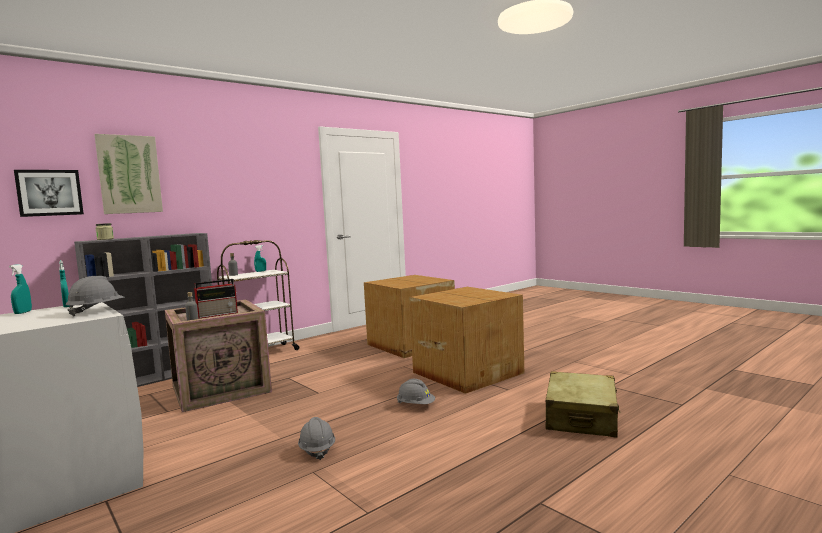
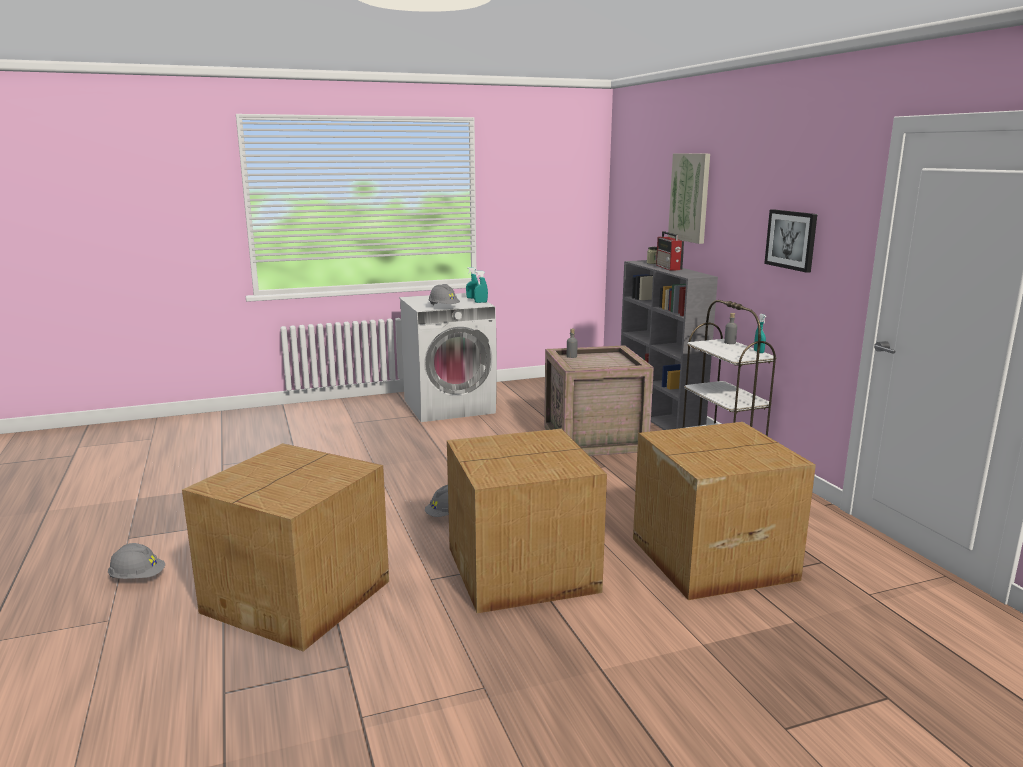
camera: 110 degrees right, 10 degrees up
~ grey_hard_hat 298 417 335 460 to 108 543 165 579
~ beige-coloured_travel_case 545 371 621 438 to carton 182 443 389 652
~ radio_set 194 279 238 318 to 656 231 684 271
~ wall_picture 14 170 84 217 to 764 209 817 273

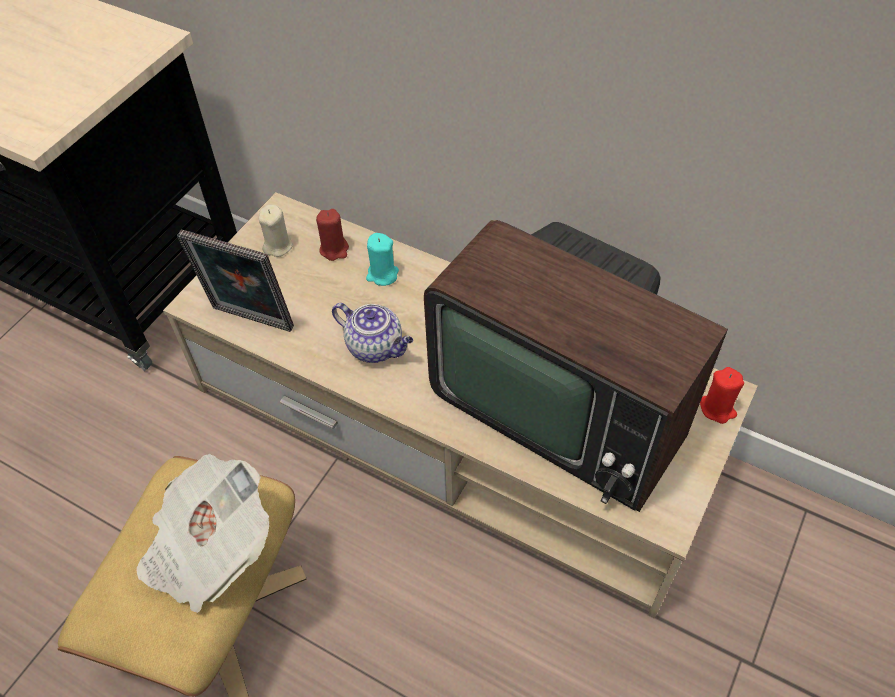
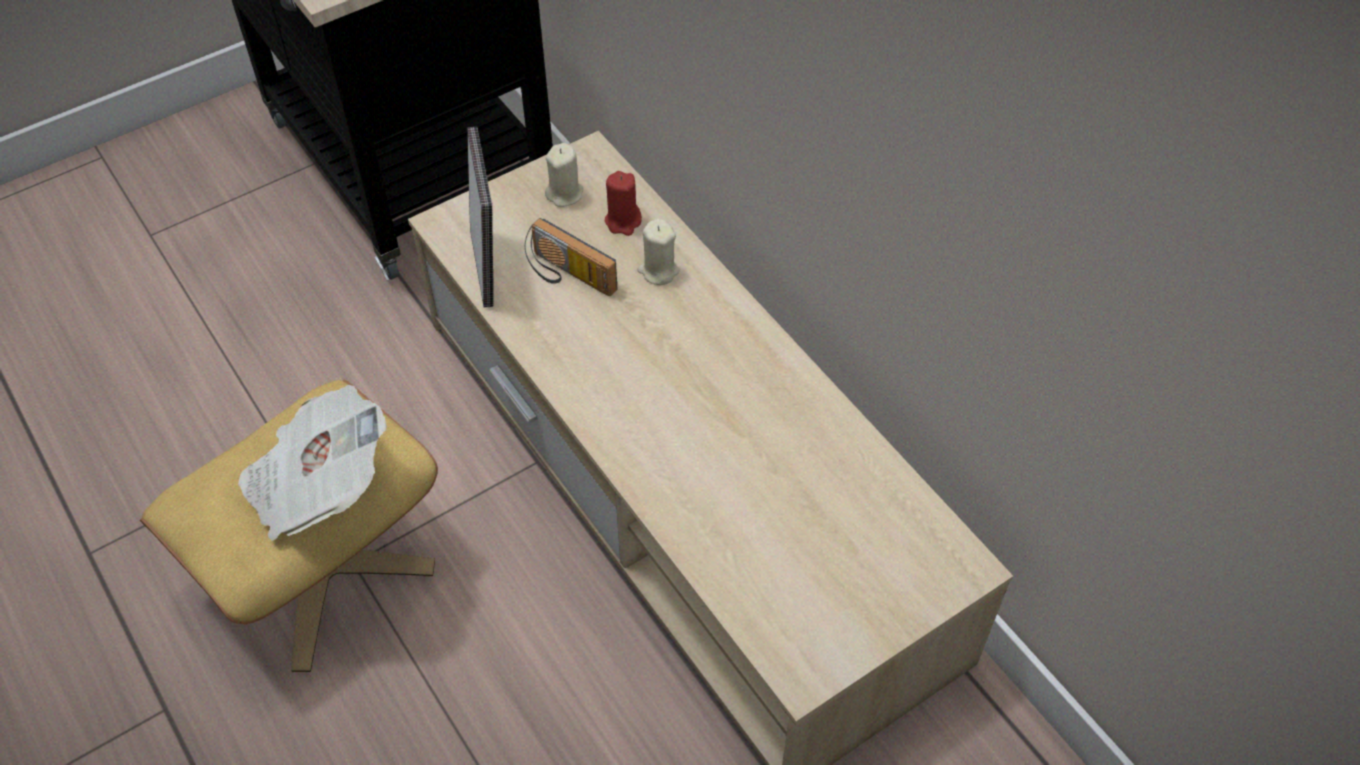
camera: 25 degrees right, 0 degrees up
~ picture_frame 177 230 294 332 = 467 127 493 308 150 degrees counterclockwise
+ radio_set 525 218 617 296
~ turquoise_wax_candle 366 233 399 286 to beige-coloured_wax_candle 637 219 680 285
- tea_pot 332 303 413 363
- TV 424 220 728 512
- reddish_wax_candle 700 367 744 424

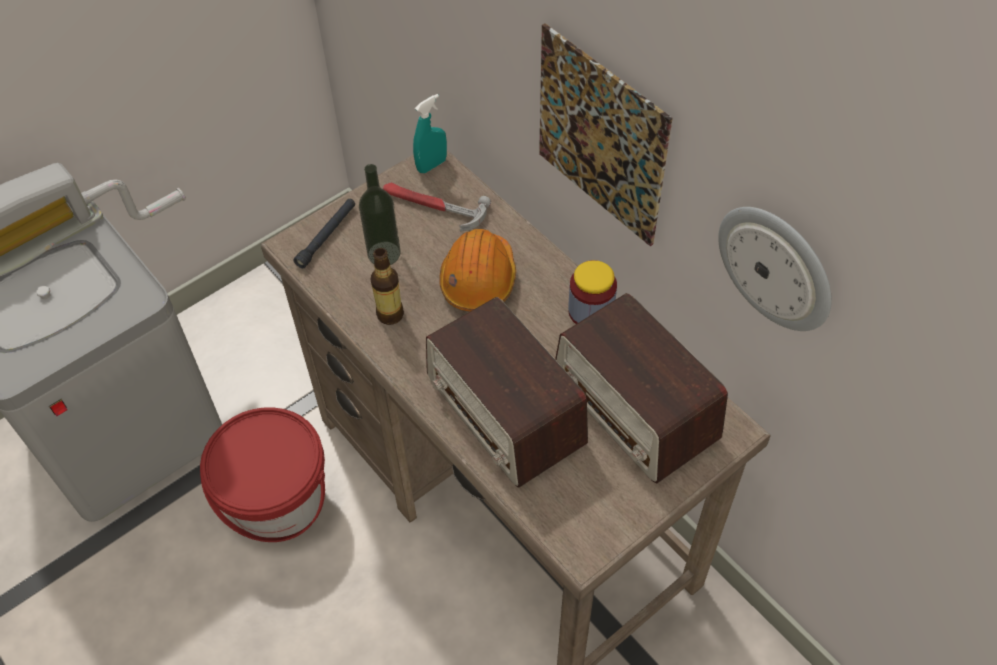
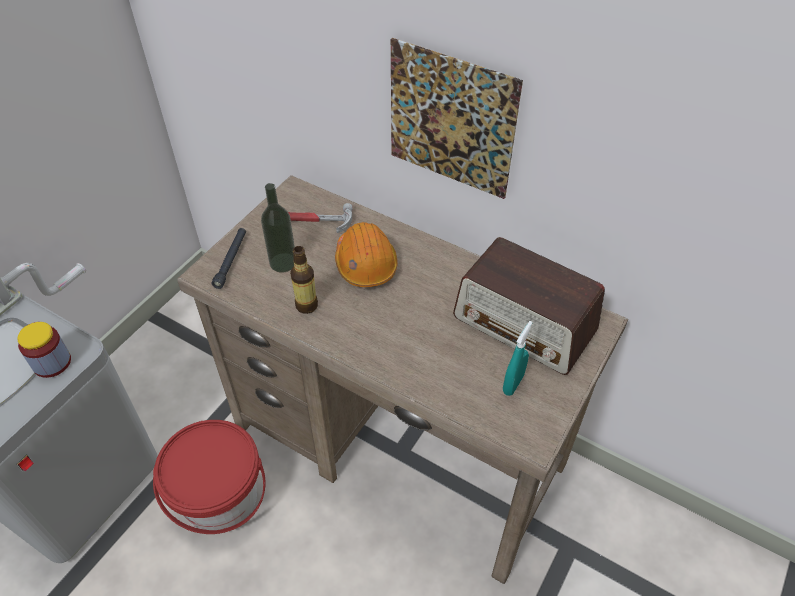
camera: 20 degrees left, 5 degrees down
~ jar 568 260 617 324 to 17 322 71 378
~ turquoise_hand_sprayer 413 94 447 173 to 503 321 533 396
- radio_set 426 297 588 488
- clock_on_the_wall 718 207 832 331

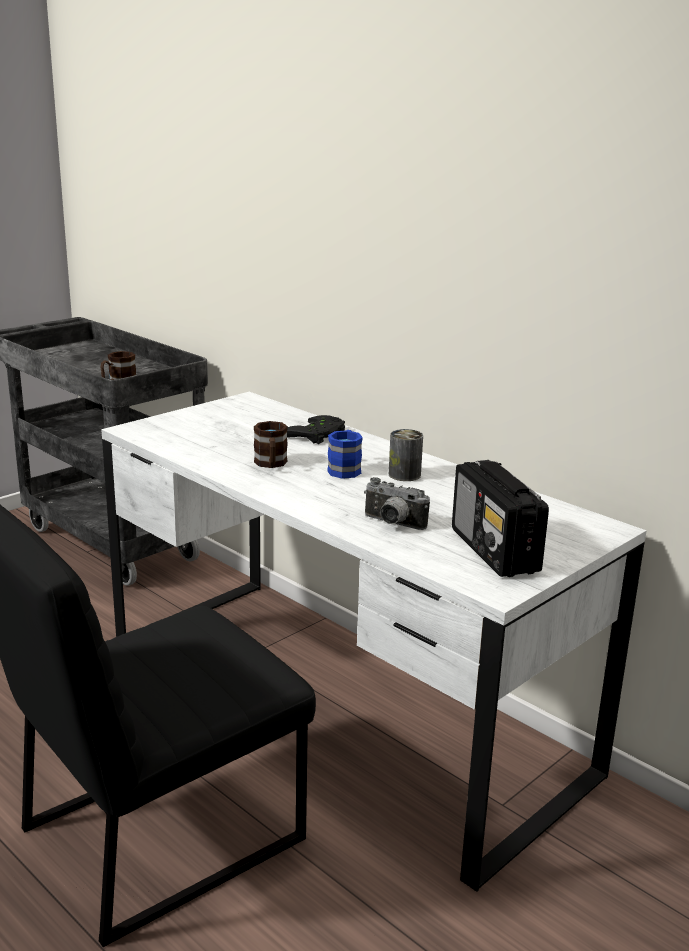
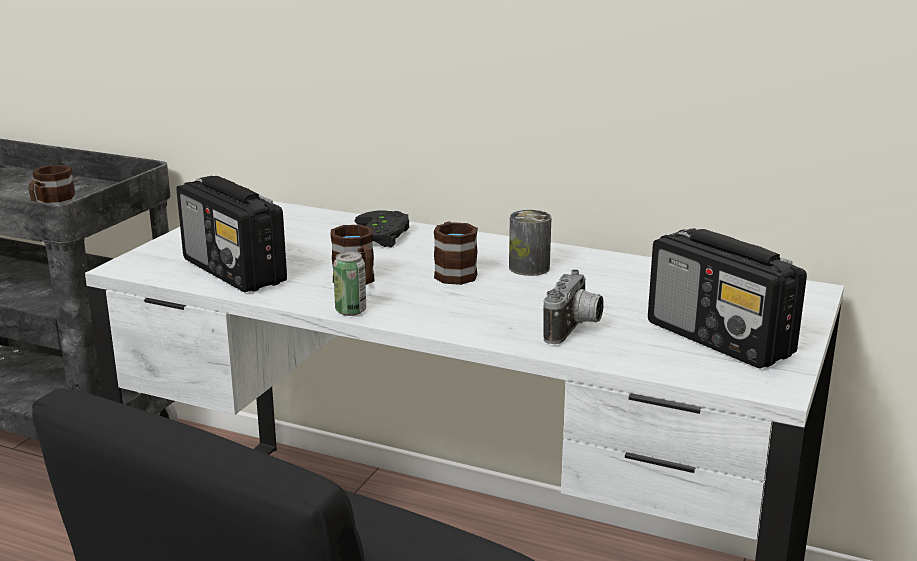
camera: 20 degrees left, 0 degrees up
+ radio_set 176 176 287 292
+ metal_can 333 252 366 316
~ blue_coffee_mug 327 430 363 479 to brownish_coffee_mug 434 222 478 285
~ still_camera 364 477 430 530 = 543 269 604 344 75 degrees counterclockwise

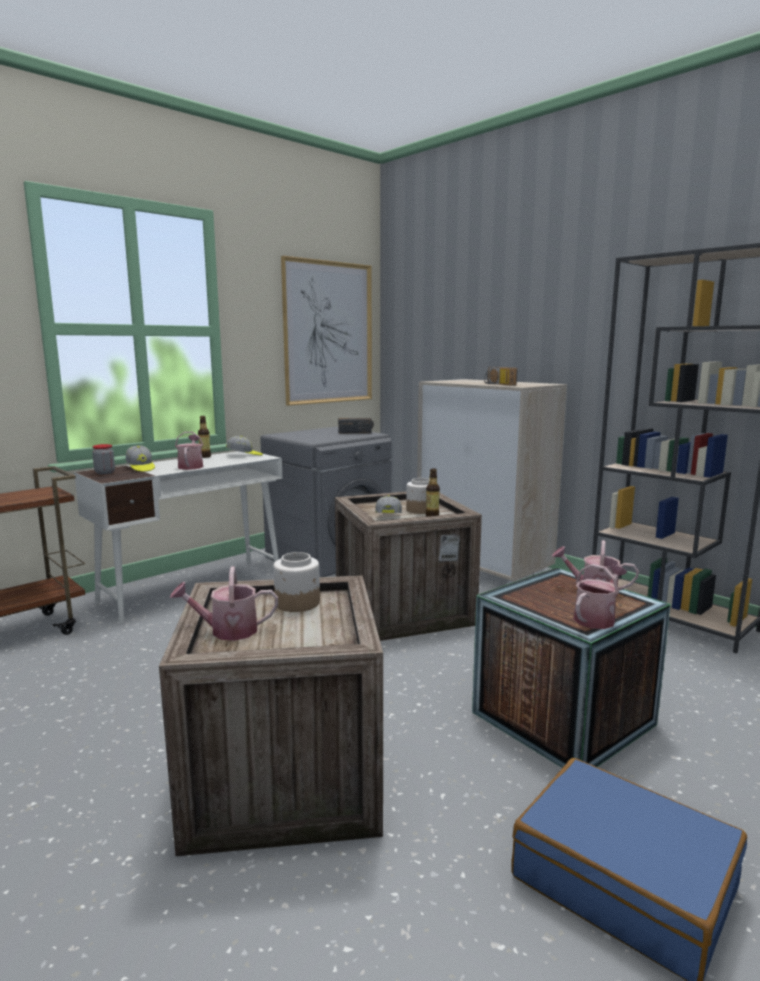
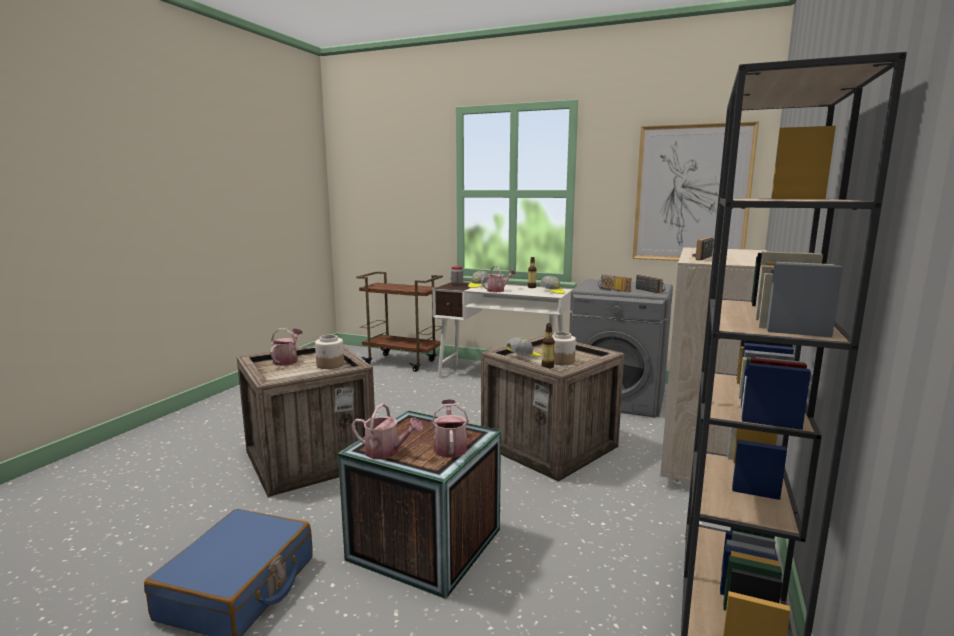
camera: 65 degrees right, 0 degrees up
~ watering_pot 170 566 278 641 = 270 328 303 366 45 degrees clockwise
+ radio_set 598 274 631 292

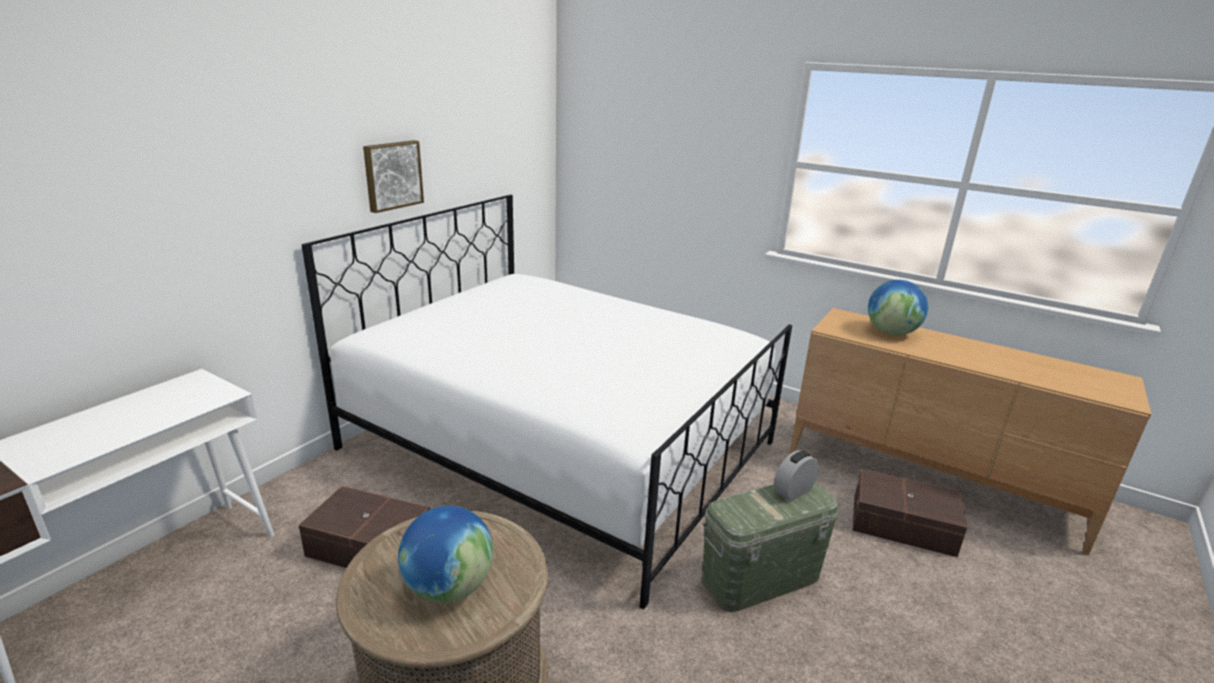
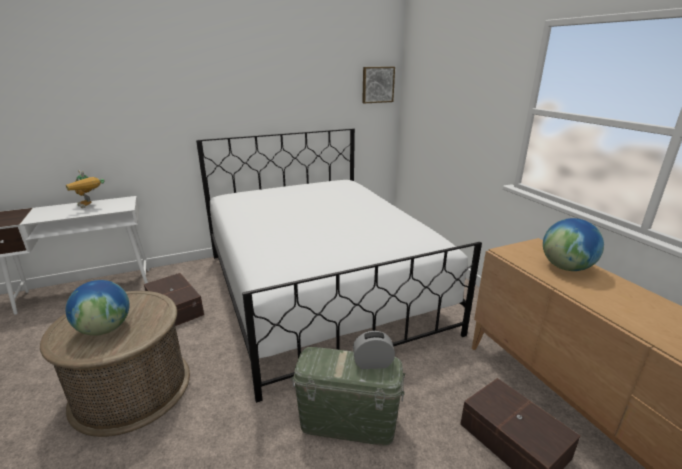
camera: 35 degrees right, 0 degrees up
+ robot_figure 66 170 104 208
~ wall_picture 363 140 424 213 to 362 67 395 103

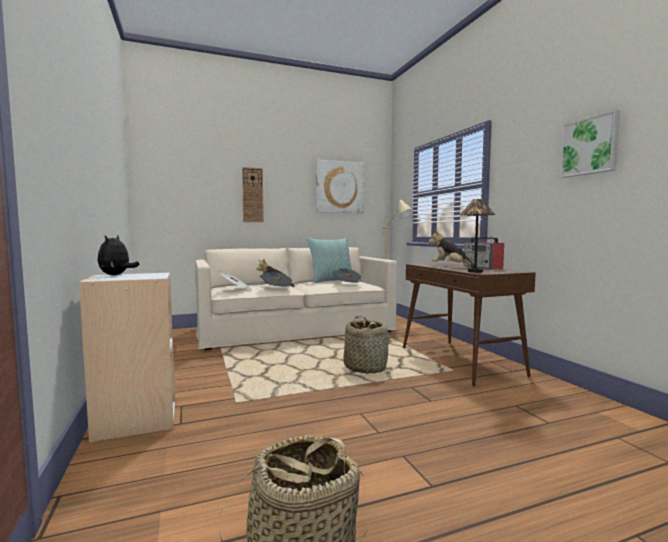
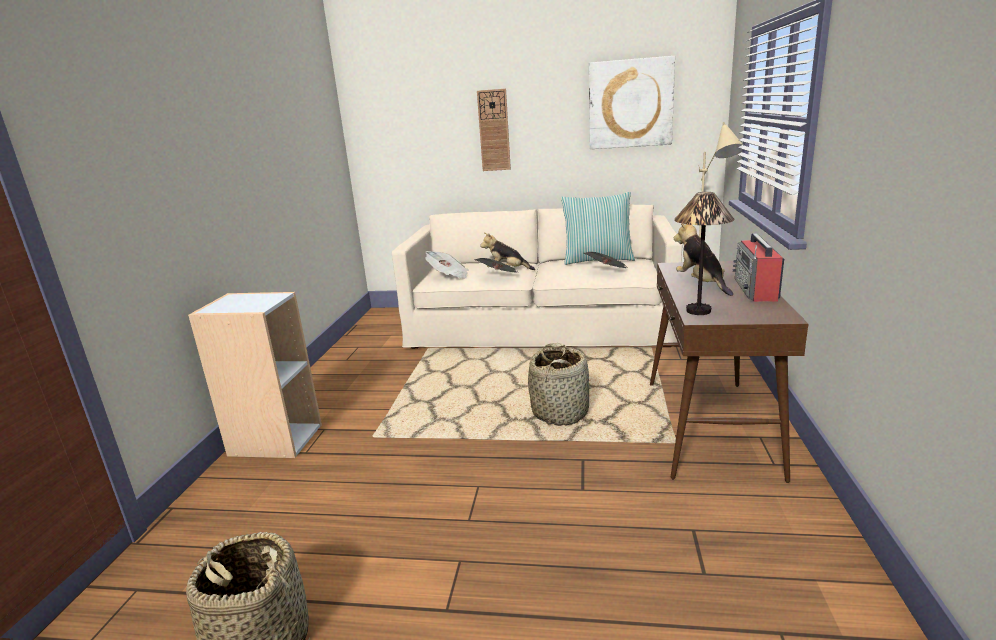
camera: 30 degrees right, 15 degrees up
- soft_toy 98 235 140 275
- wall_picture 560 109 620 178

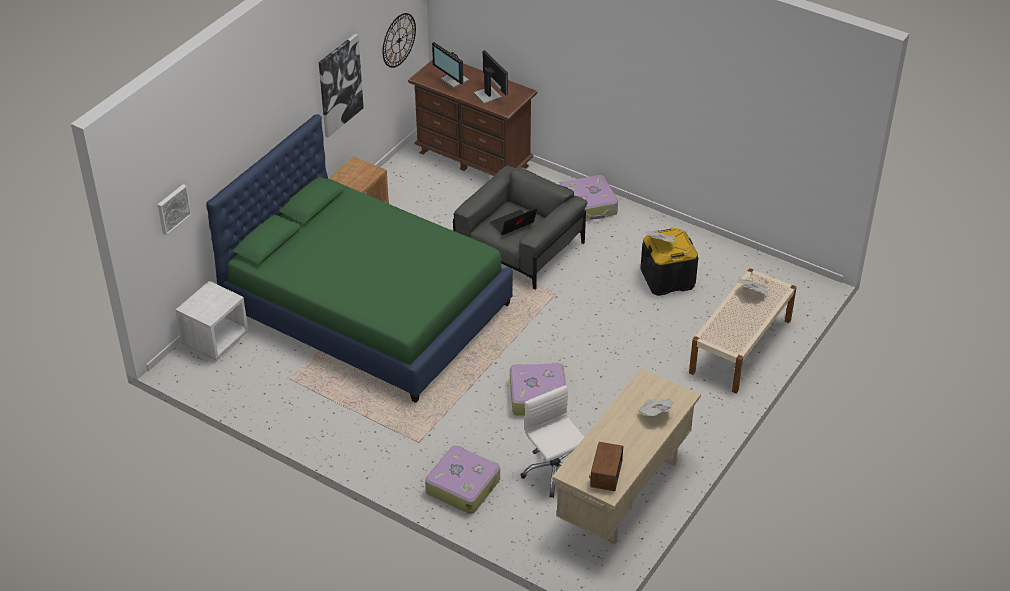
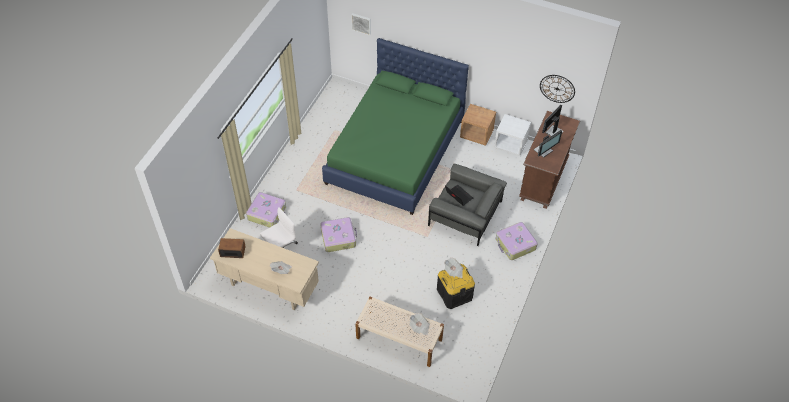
camera: 80 degrees right, 10 degrees up
~ whitish_night_table 176 281 249 361 to 494 114 531 156
- wall_picture 319 33 364 137

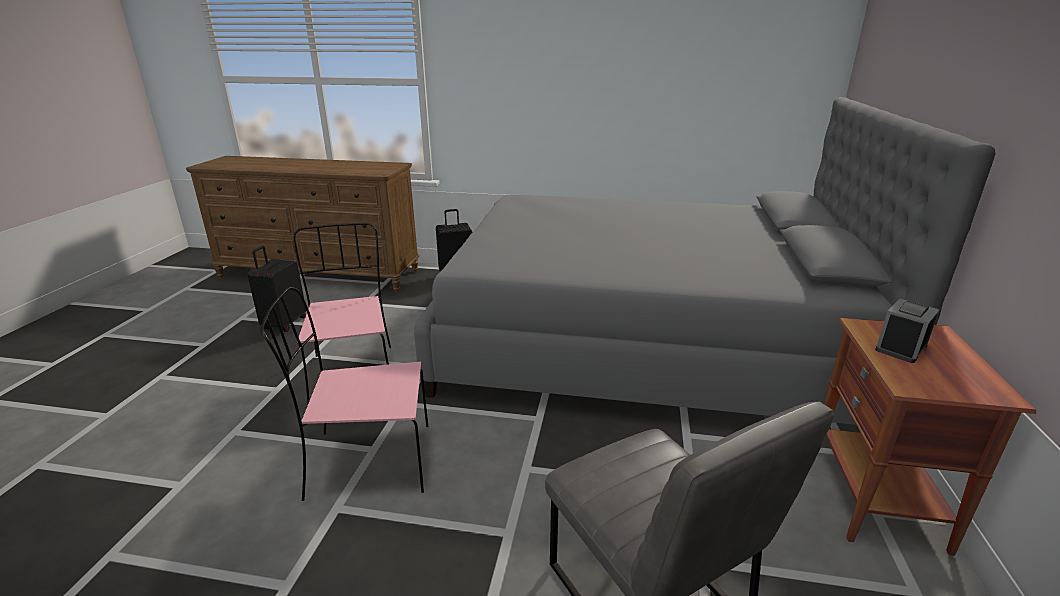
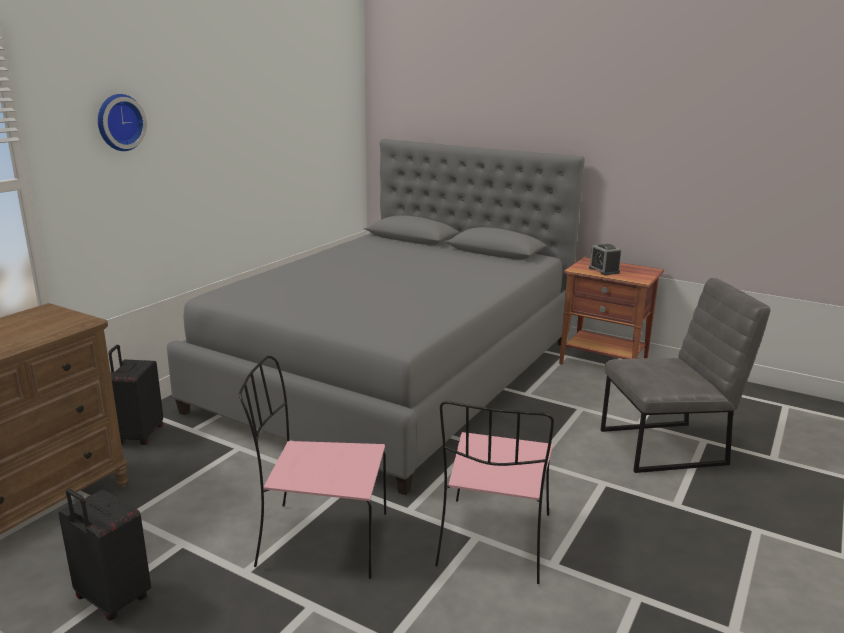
camera: 70 degrees left, 5 degrees down
+ clock_on_the_wall 98 94 147 151

